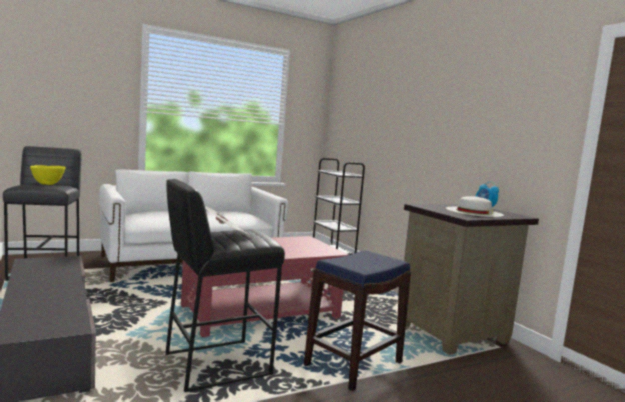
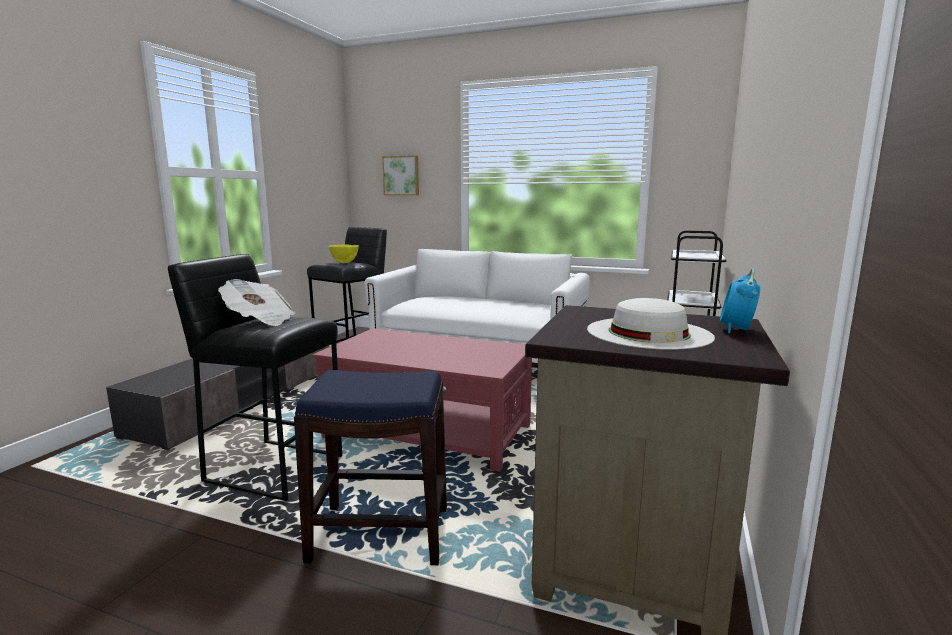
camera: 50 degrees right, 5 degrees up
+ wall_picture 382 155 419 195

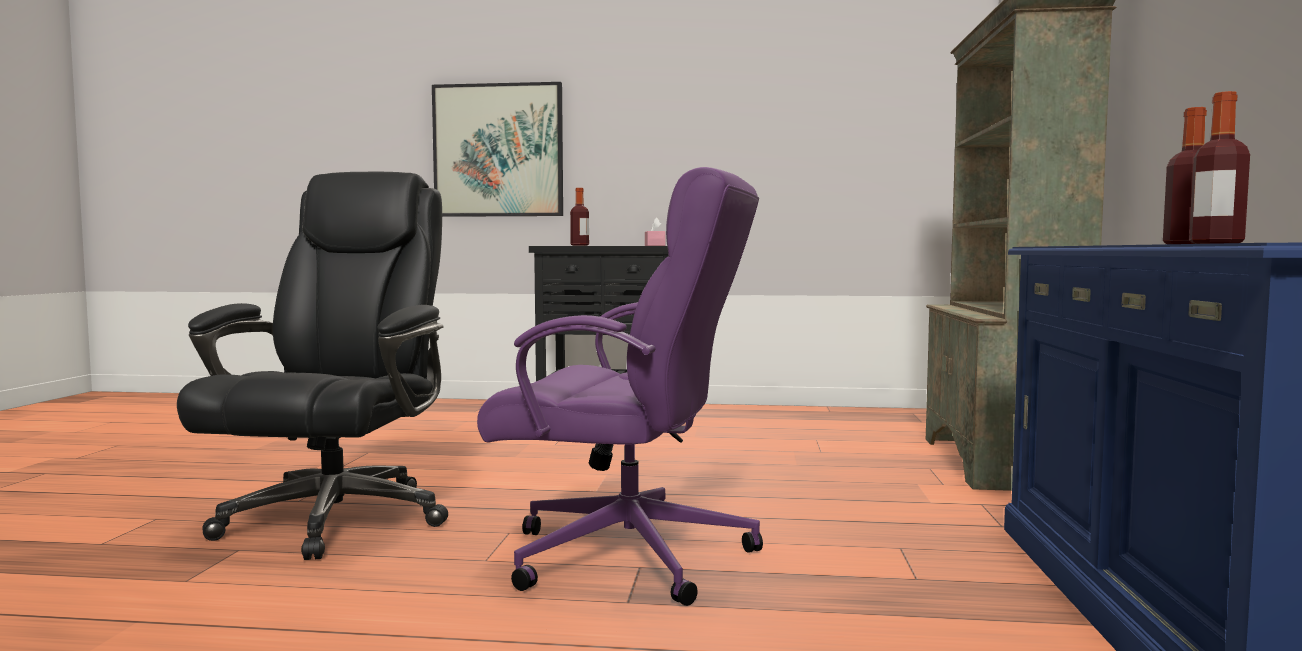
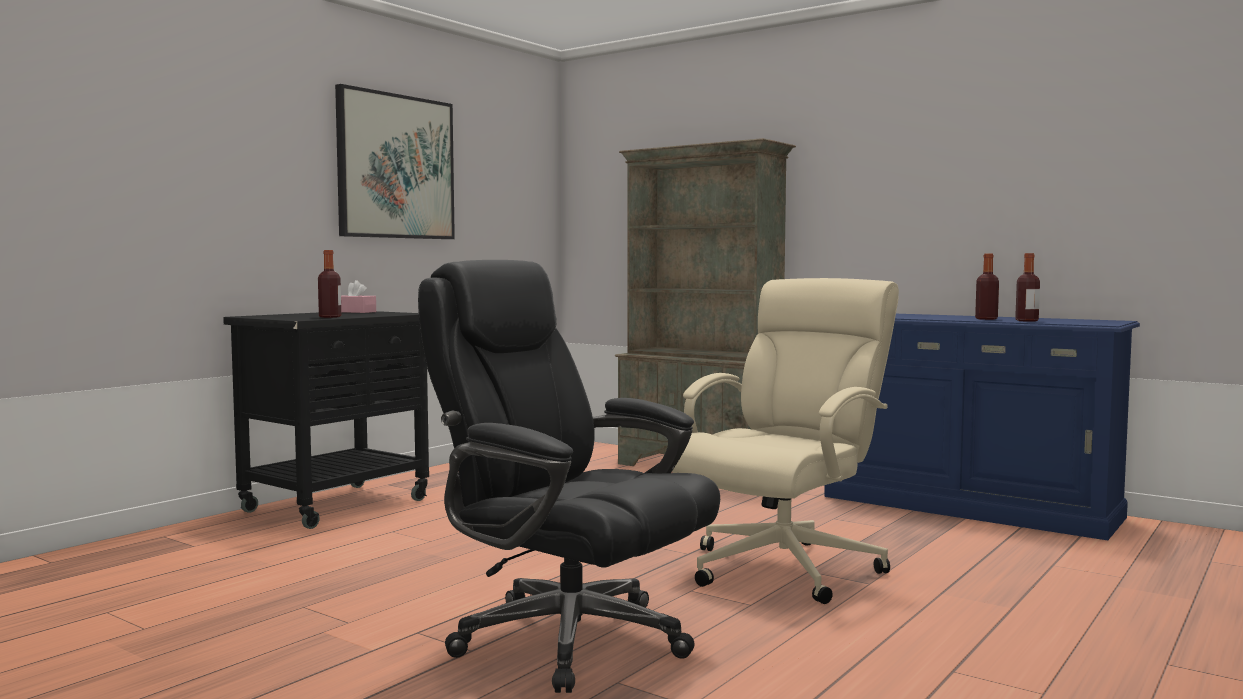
camera: 60 degrees left, 0 degrees up
~ wall_picture 432 82 563 217 to 335 84 455 239
~ purplish_computer_chair 477 167 763 606 to beige-coloured_computer_chair 672 278 899 604

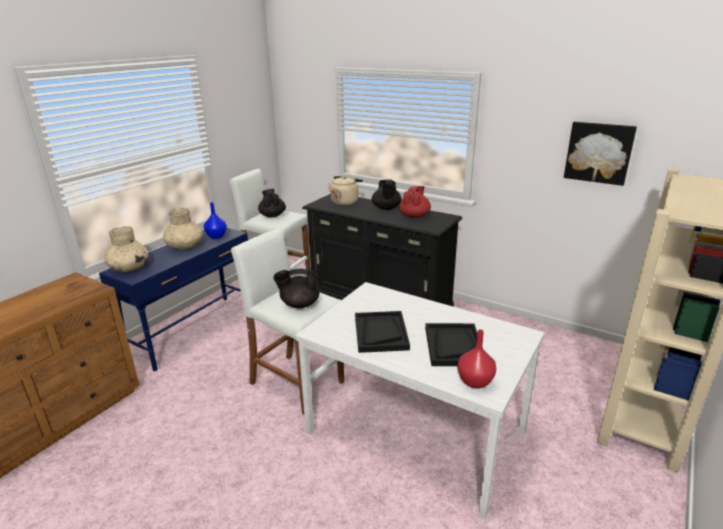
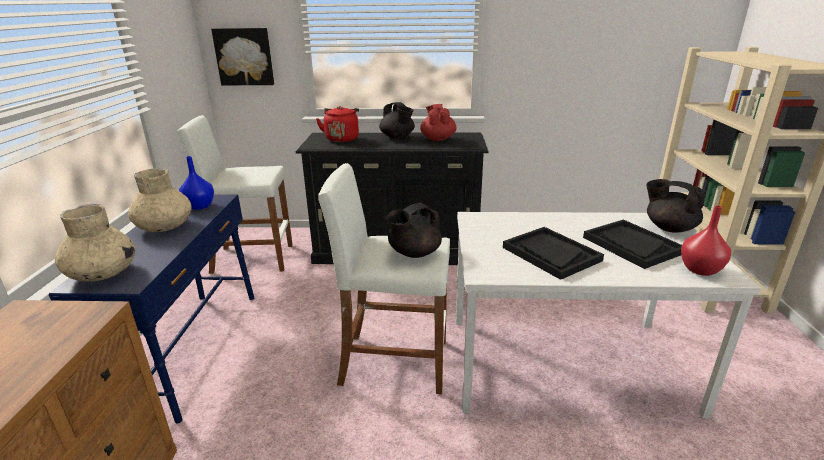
camera: 30 degrees left, 0 degrees up
~ wall_picture 564 122 637 186 to 211 28 274 85
~ beige-coloured_tea_kettle 327 176 363 206 to reddish_tea_kettle 316 106 359 142
~ black_tea_pot 258 189 286 218 to 646 179 705 233

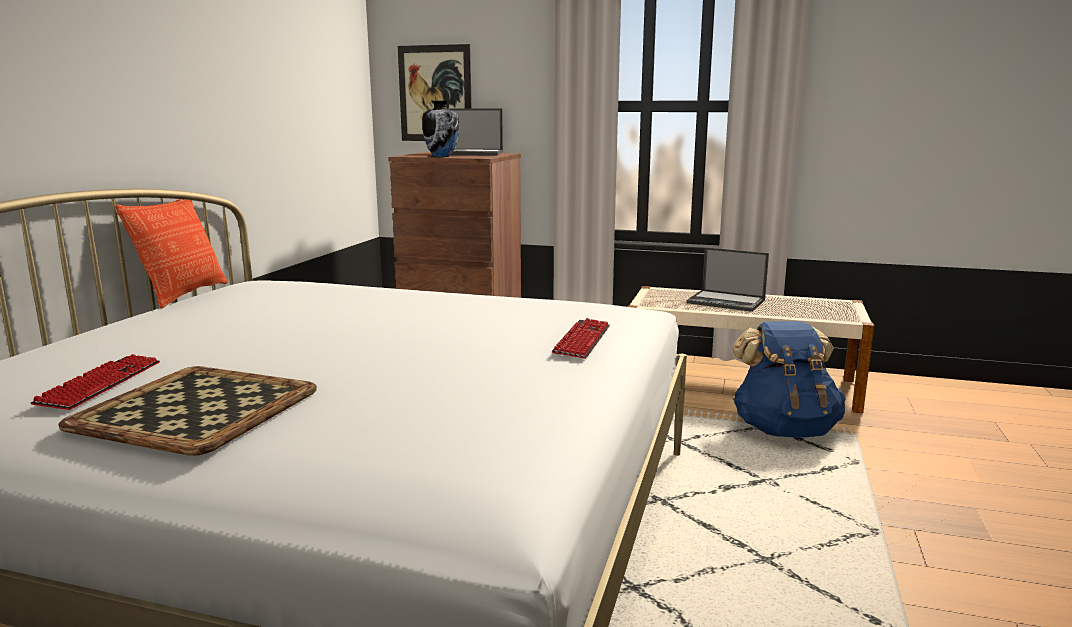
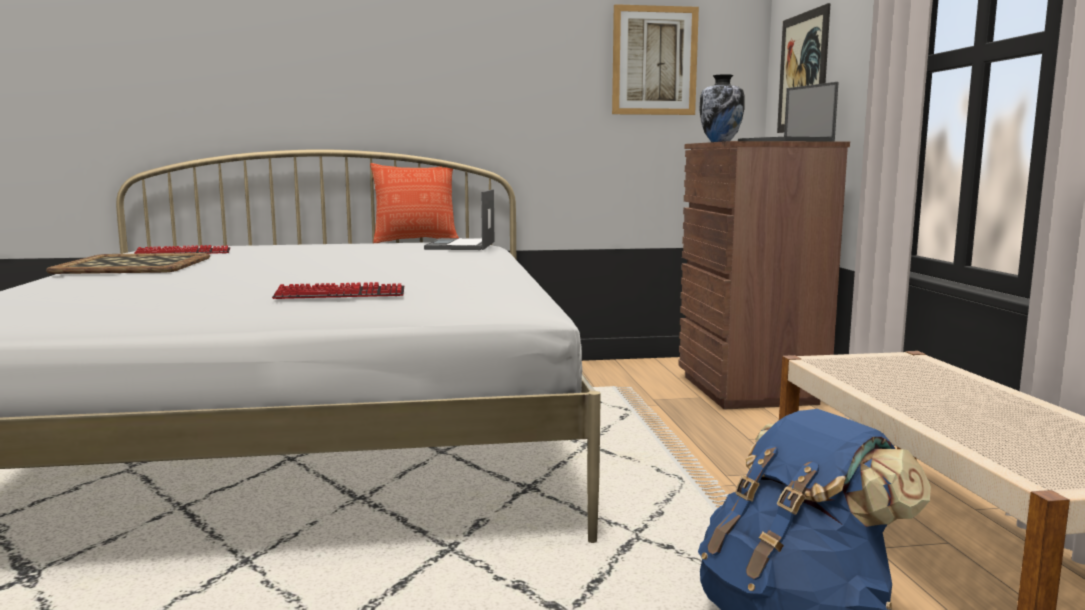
camera: 65 degrees right, 5 degrees down
~ portable_computer 687 247 769 312 to 424 189 494 250
+ wall_picture 612 4 699 115

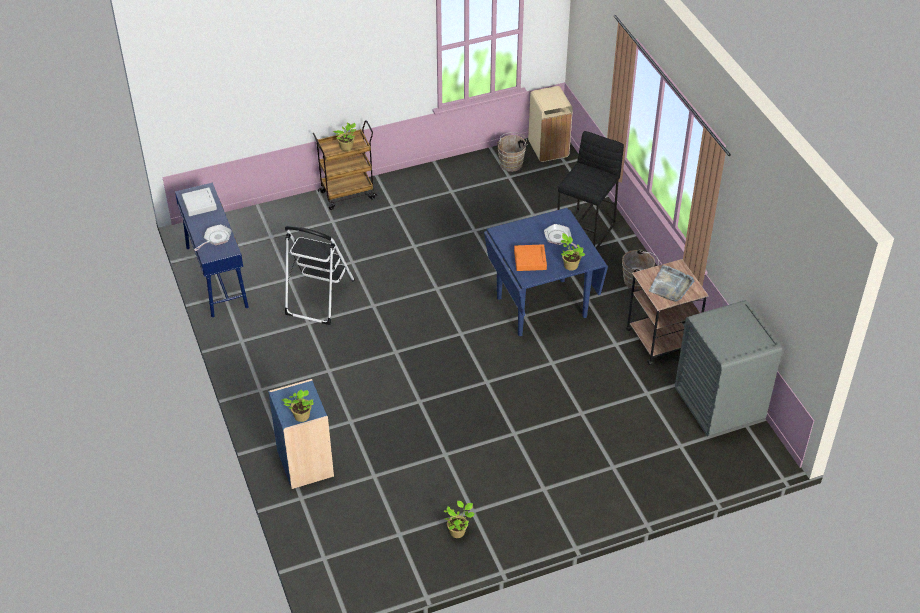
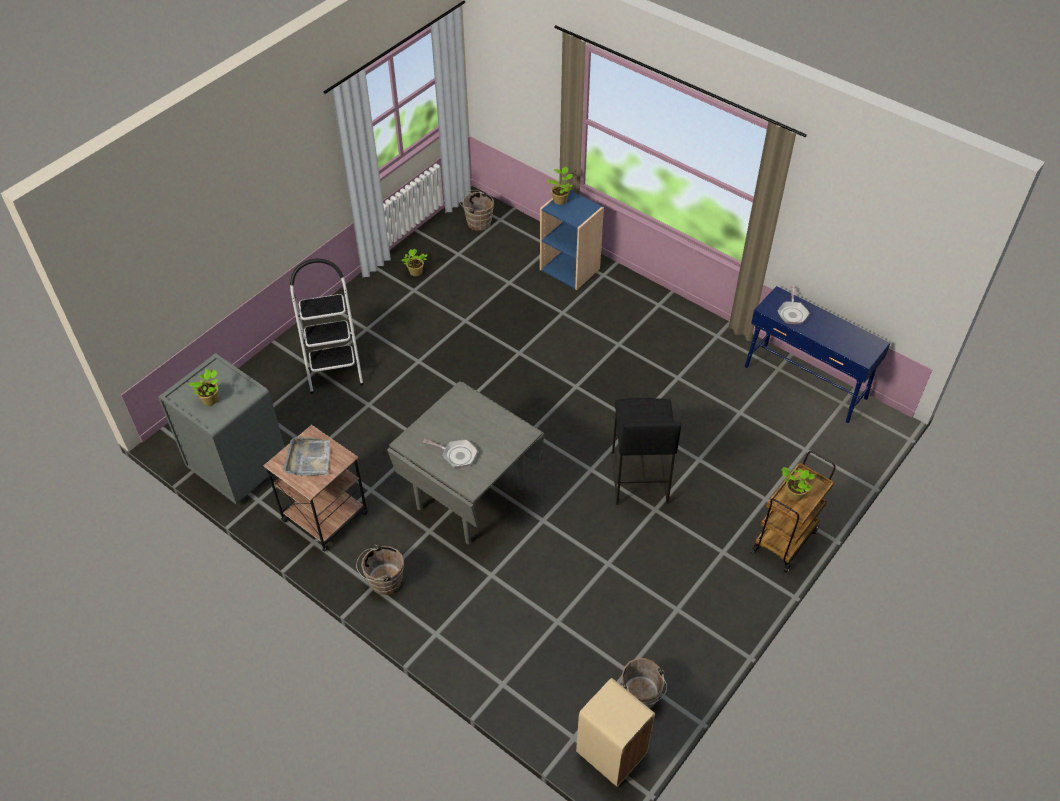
camera: 150 degrees right, 5 degrees up
~ houseplant 561 233 585 271 to 188 369 218 406
~ step_stool 285 226 355 325 to 290 259 364 394
~ blue_dinner_table 484 208 608 336 to grey_dinner_table 387 381 545 544
+ brownish_water_bucket 459 190 494 231
~ black_stool_seat 557 131 624 249 to 612 398 681 505
- grey_serving_tray 181 187 217 216
- orange-coloured_serving_tray 514 244 547 271

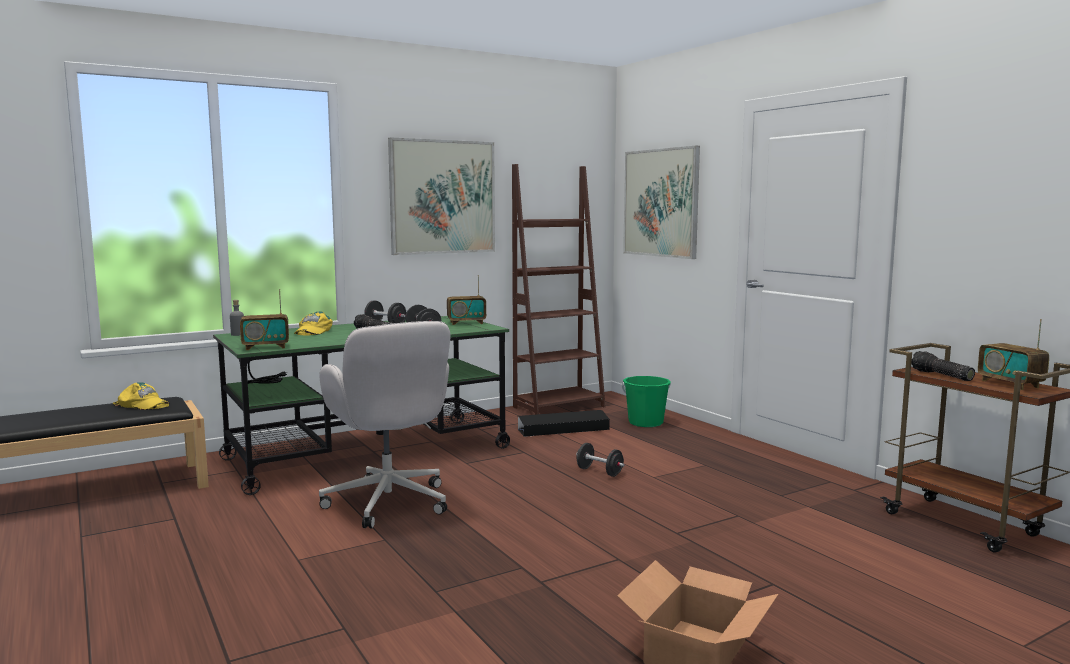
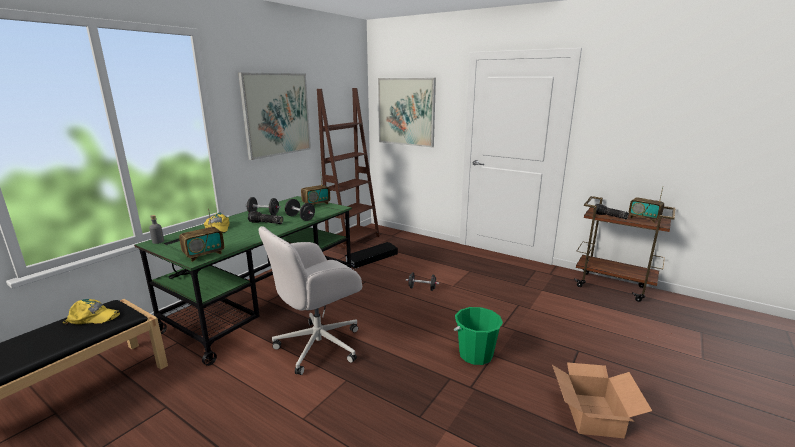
camera: 25 degrees left, 10 degrees up
~ whitish_computer_chair 319 321 450 528 = 259 226 362 375 105 degrees clockwise
~ greenish_water_bucket 622 376 671 427 to 454 307 503 365

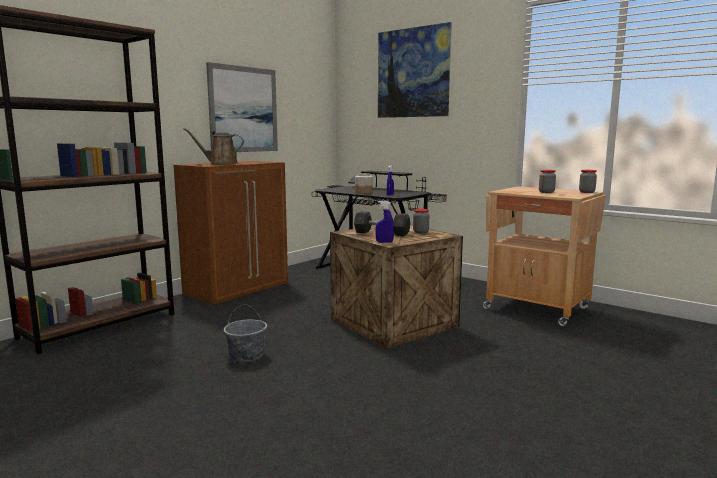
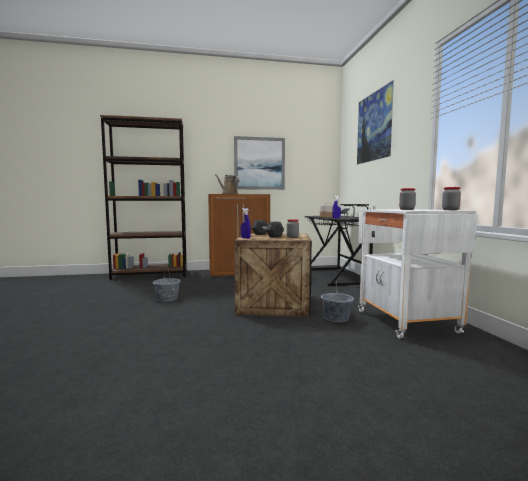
camera: 40 degrees right, 5 degrees down
+ grey_water_bucket 321 282 354 322
~ brownish_cart 483 186 606 326 to whitish_cart 358 209 478 338

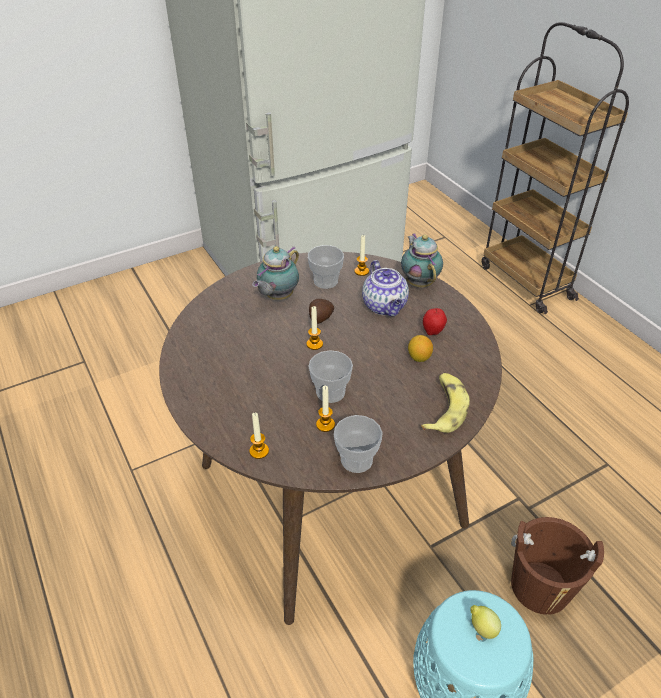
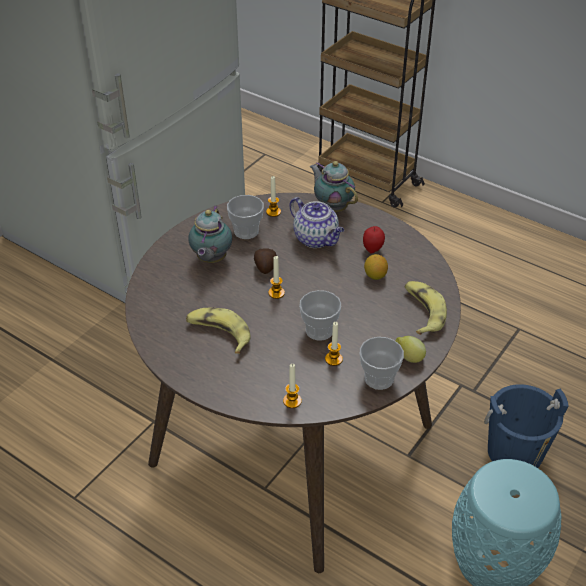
camera: 25 degrees left, 0 degrees up
+ banana 186 307 251 354
~ citrus_fruit 471 605 501 639 to 395 336 426 363
~ brownish_water_bucket 511 517 604 615 to blue_water_bucket 484 384 569 468

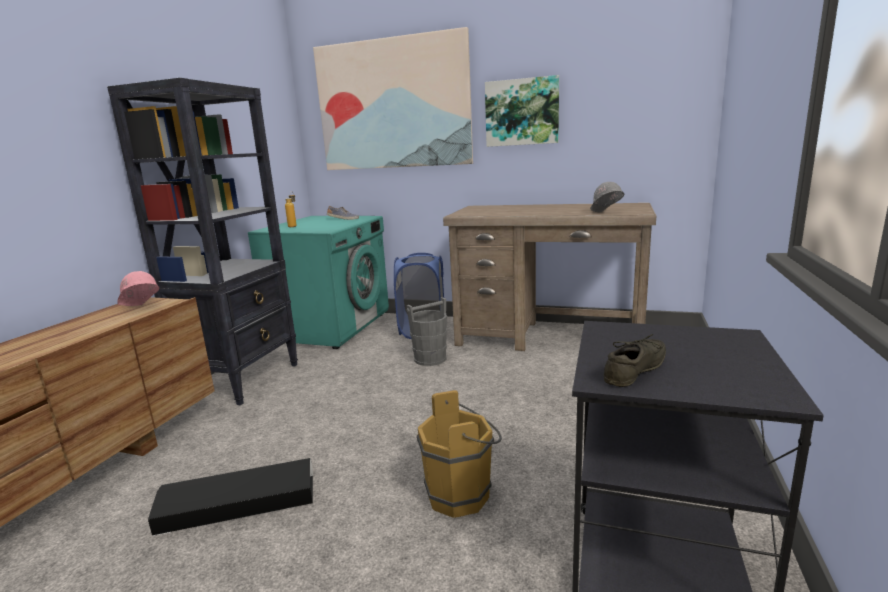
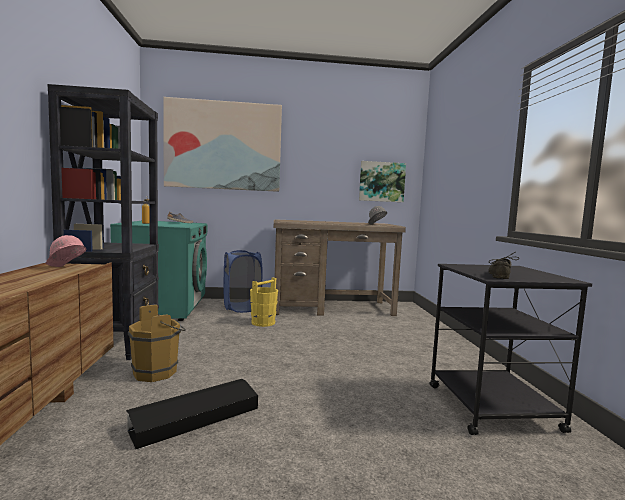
camera: 25 degrees left, 10 degrees down
~ brownish_water_bucket 417 390 502 518 to 128 304 186 382
~ grey_water_bucket 406 297 447 366 to yellow-coloured_water_bucket 250 277 278 327
~ wall_picture 485 75 559 147 to 359 161 406 202

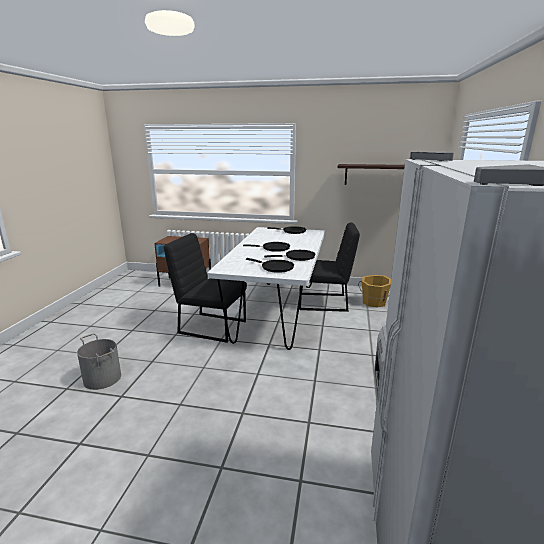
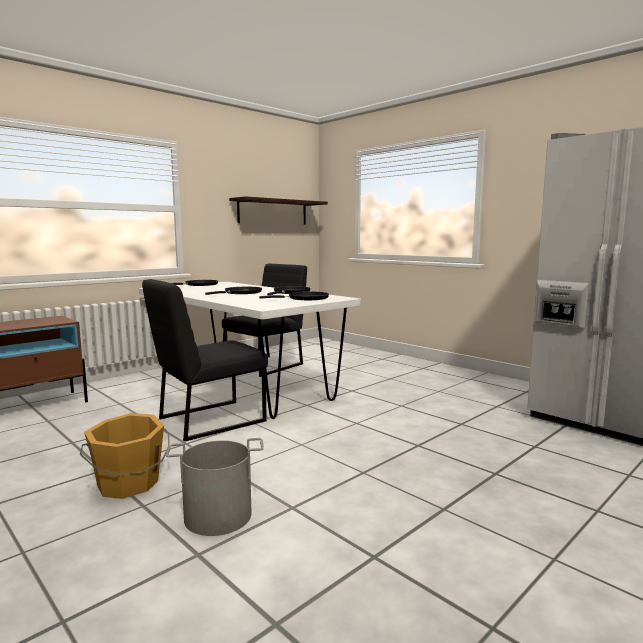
camera: 55 degrees left, 10 degrees down
~ orange-coloured_water_bucket 358 275 391 308 to 80 413 170 499

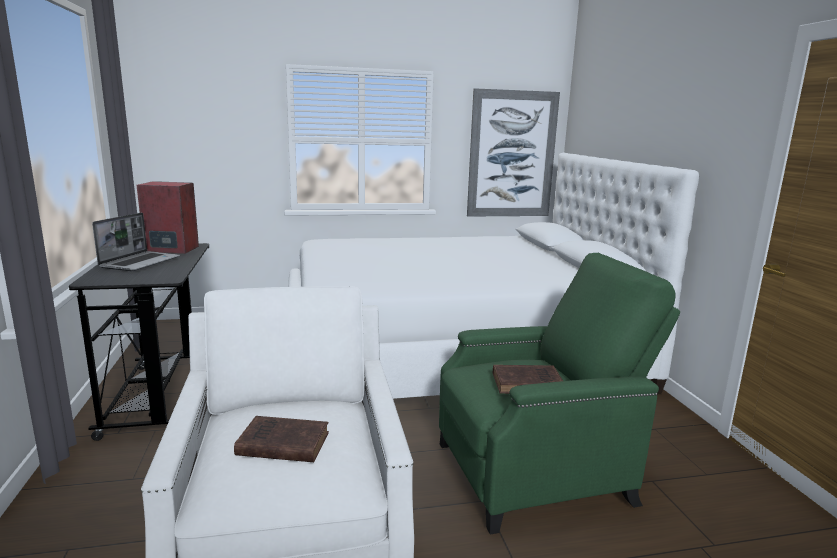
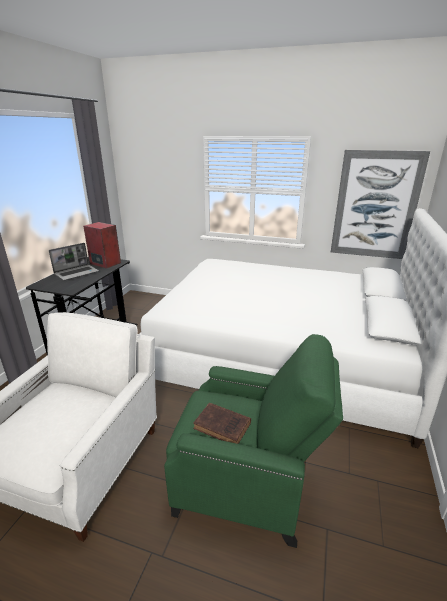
camera: 30 degrees right, 10 degrees up
- brownish_book 234 416 329 462

